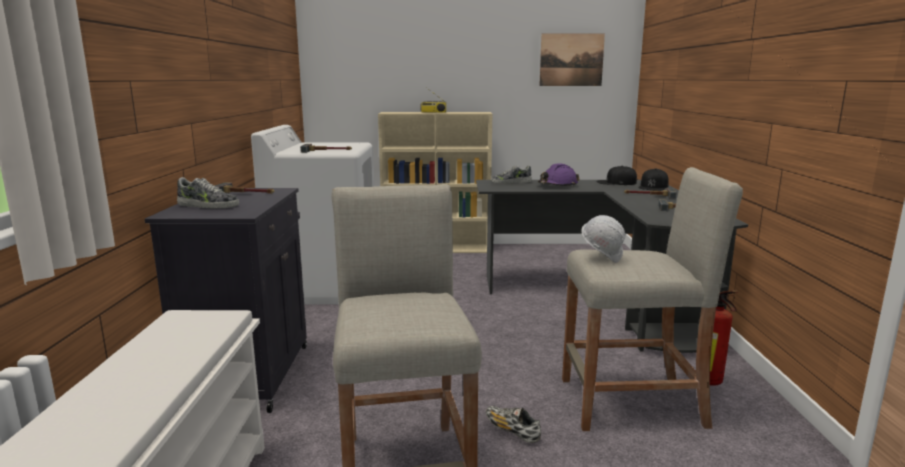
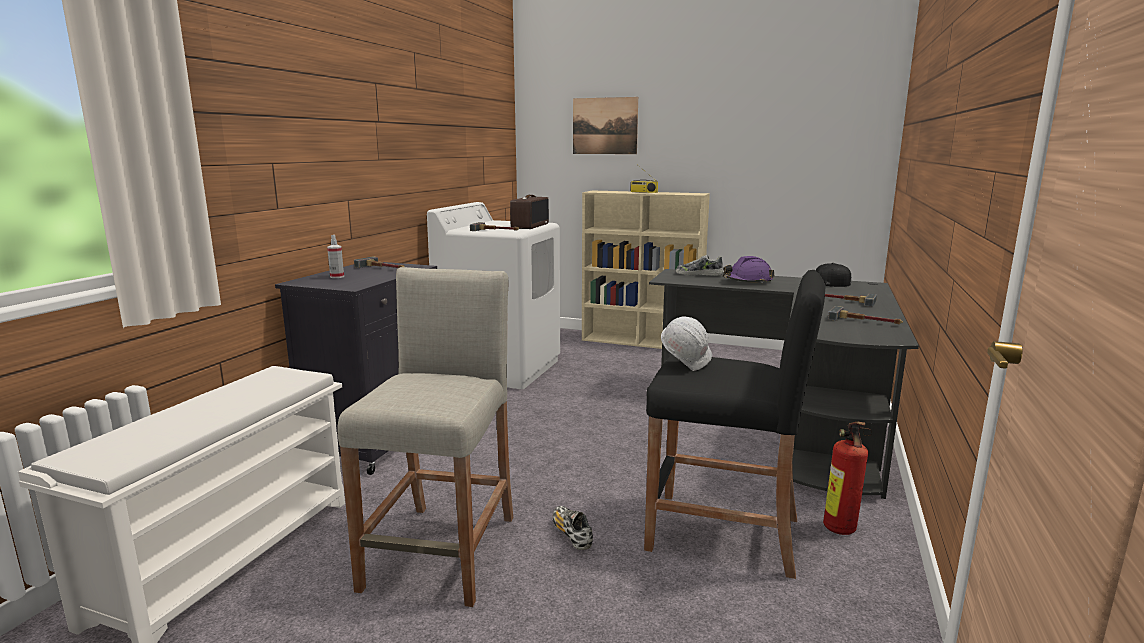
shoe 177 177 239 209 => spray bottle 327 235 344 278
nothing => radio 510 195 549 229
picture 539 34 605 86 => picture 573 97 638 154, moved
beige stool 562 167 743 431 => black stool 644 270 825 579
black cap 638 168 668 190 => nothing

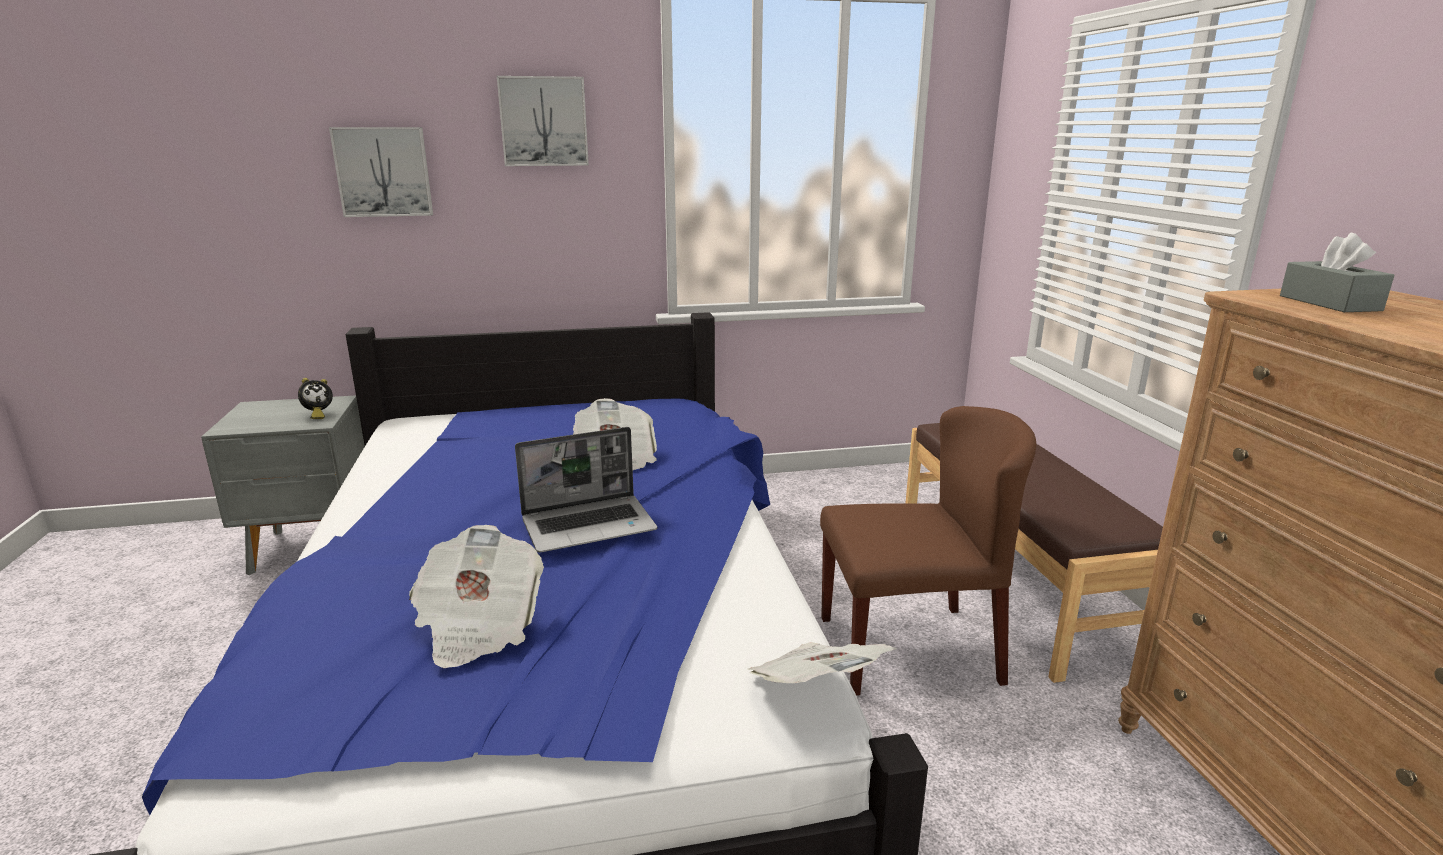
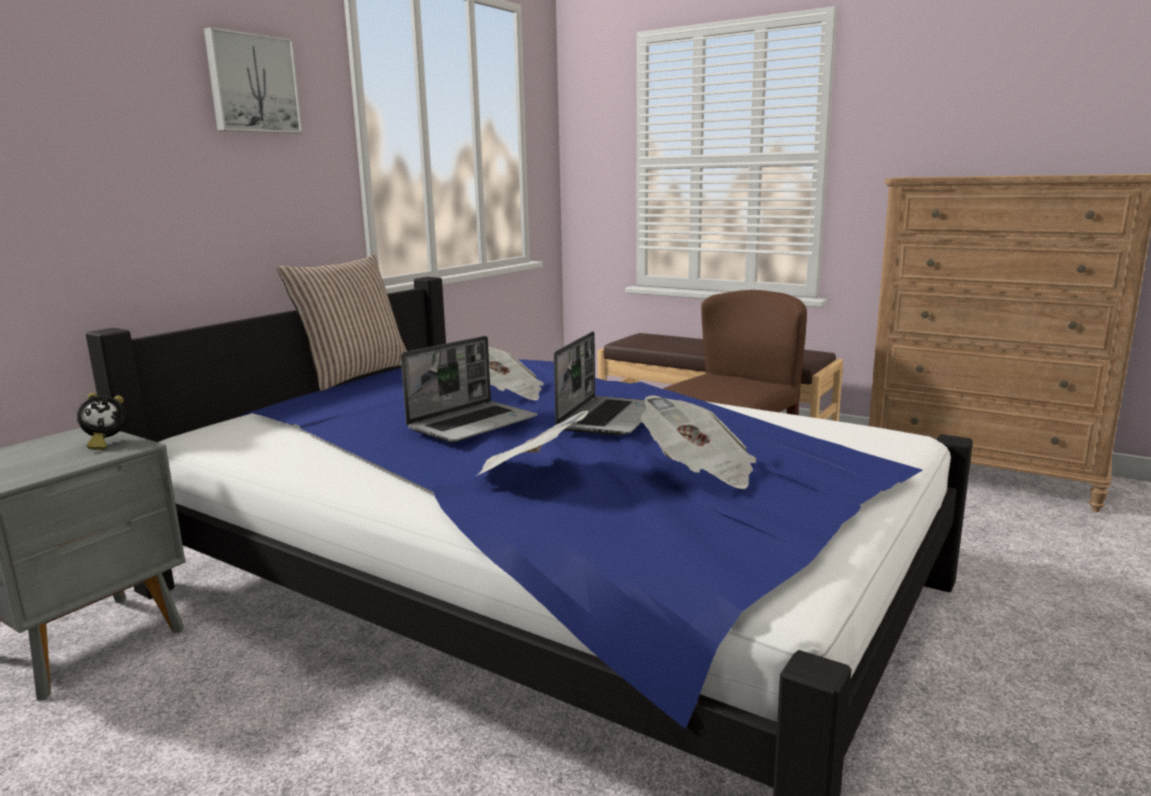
alarm clock 298 378 333 419 => alarm clock 77 392 127 450, 60 degrees clockwise
nothing => pillow 277 254 407 391
nothing => laptop 401 336 537 442
newspaper 748 642 897 683 => newspaper 478 411 588 475, moved
picture 329 127 433 217 => nothing
grey tissue box 1280 233 1394 312 => nothing

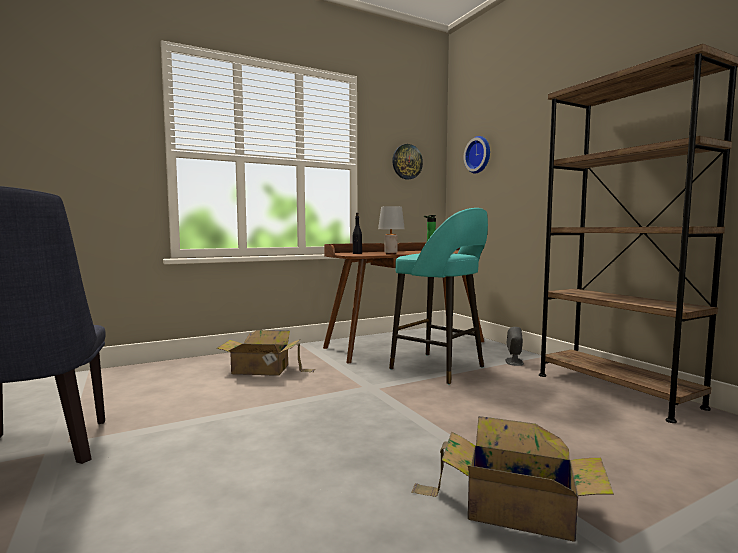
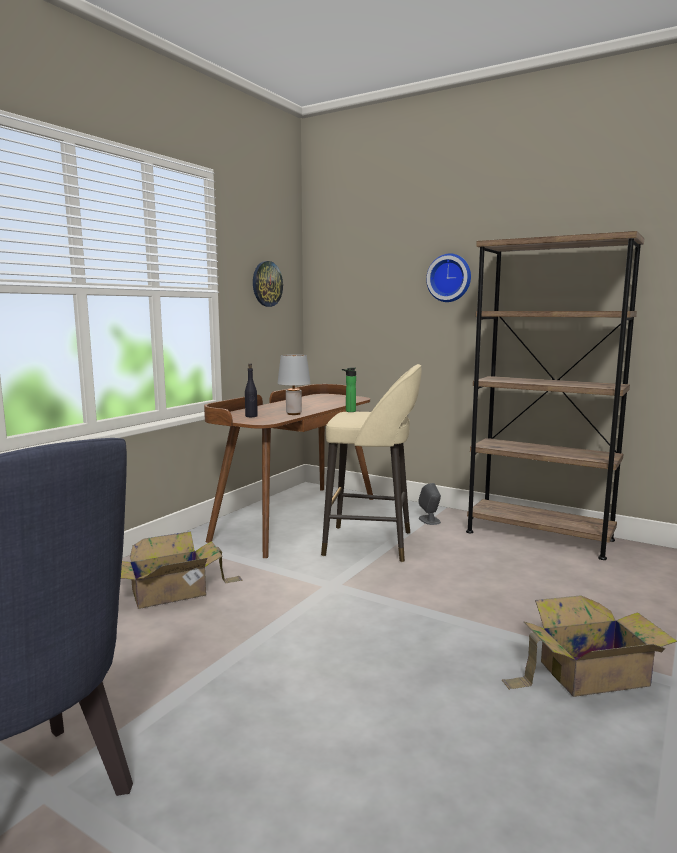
turquoise stool 389 208 488 384 => beige stool 321 364 422 562
wall clock 463 136 490 173 => wall clock 426 253 471 302, moved

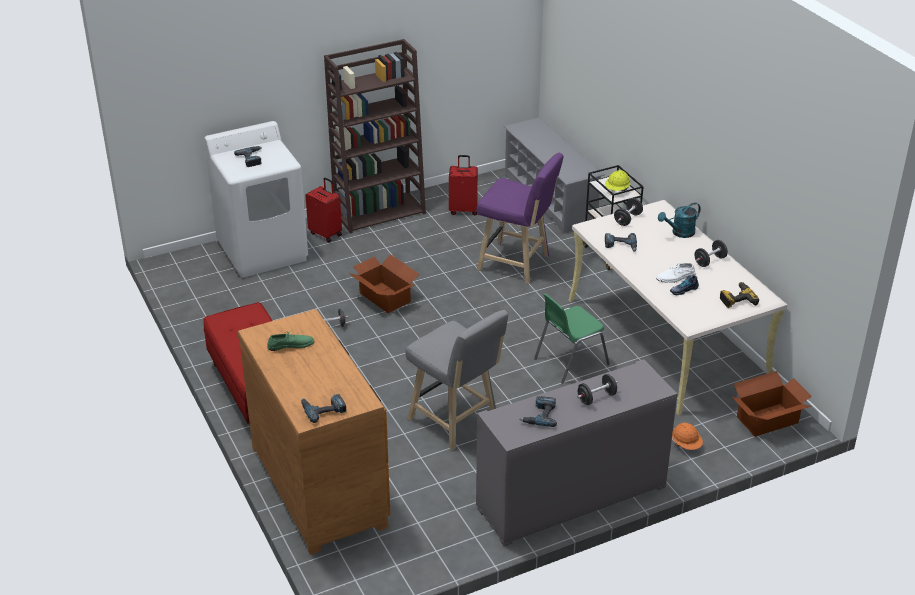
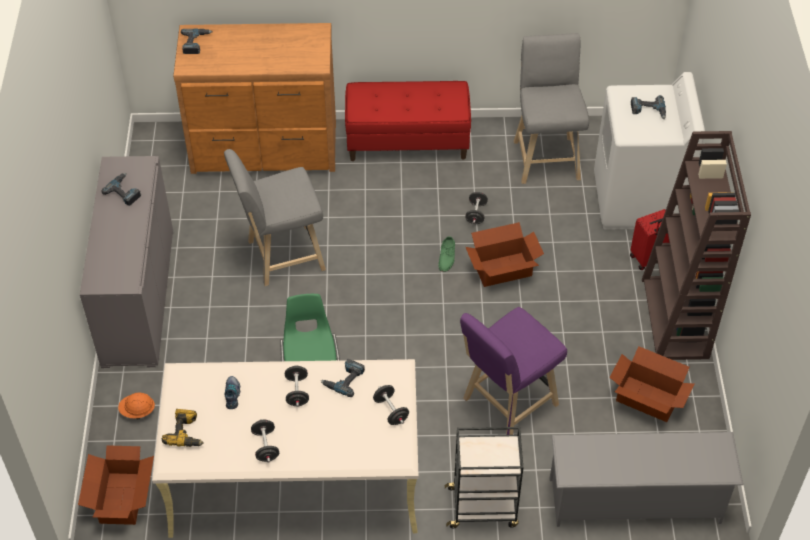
black dumbbell 577 374 617 405 => black dumbbell 285 365 309 407, moved
green shoe 267 330 314 351 => green shoe 438 236 455 272, moved
nothing => grey stool 514 33 589 184
red suitcase 449 155 478 215 => cardboard box 610 346 695 422
yellow hard hat 605 170 631 191 => nothing
white shoe 656 263 695 283 => nothing
turquoise watering can 658 202 701 238 => nothing

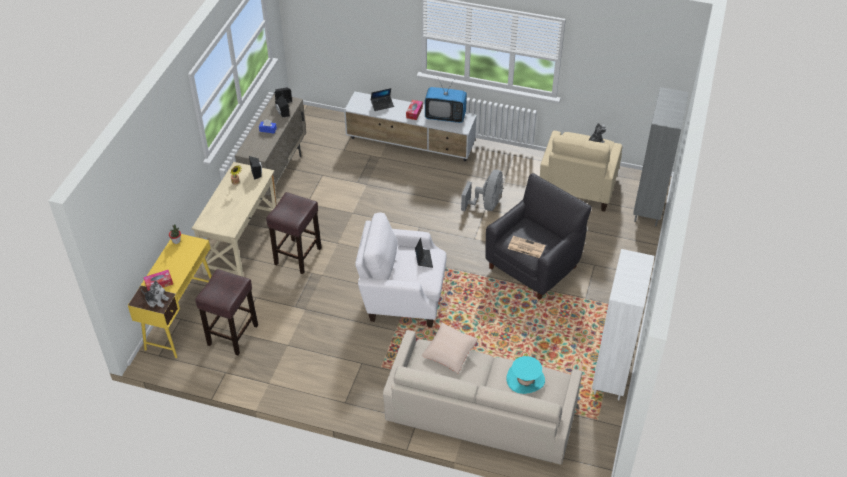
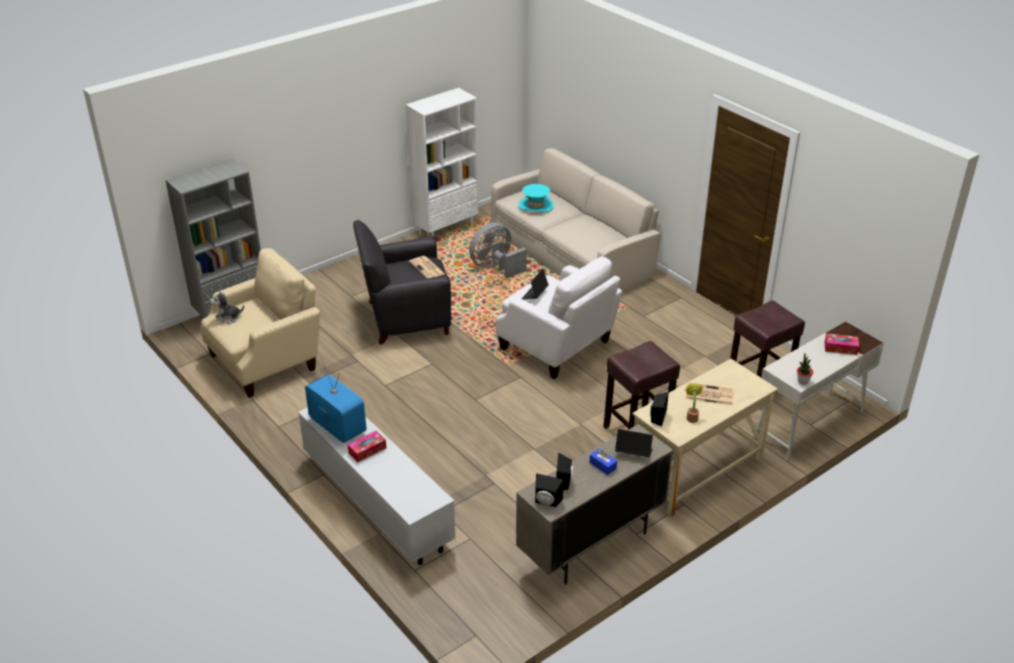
grey fan 461 169 503 211 => grey fan 469 222 527 278, moved
laptop 371 88 394 111 => laptop 615 429 653 457, moved
nothing => newspaper 685 383 734 406
yellow desk 128 234 212 358 => white desk 754 321 884 461
plush toy 141 281 169 308 => nothing
beige pillow 421 322 478 373 => nothing

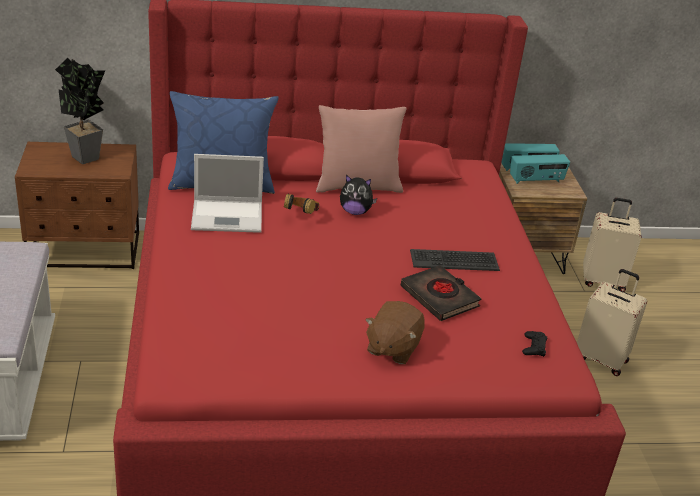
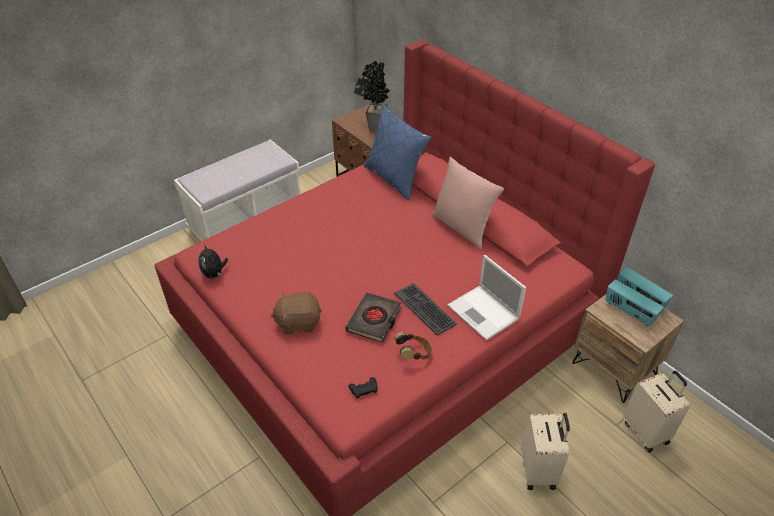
plush toy 340 175 377 215 => plush toy 198 244 228 278, moved
headphones 284 194 320 214 => headphones 395 332 432 360, moved
laptop 191 154 264 233 => laptop 448 255 526 341, moved

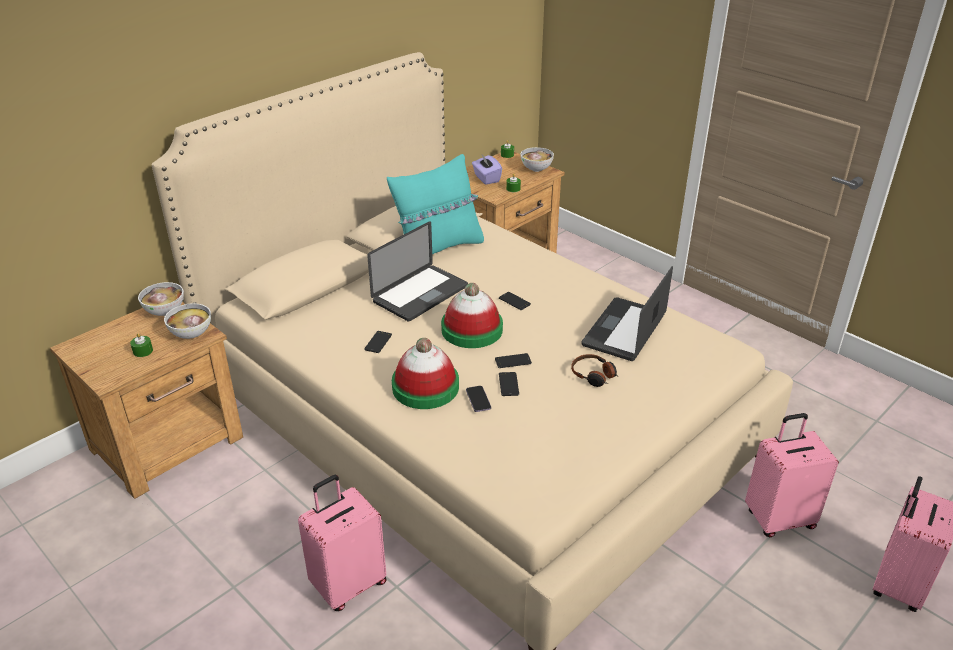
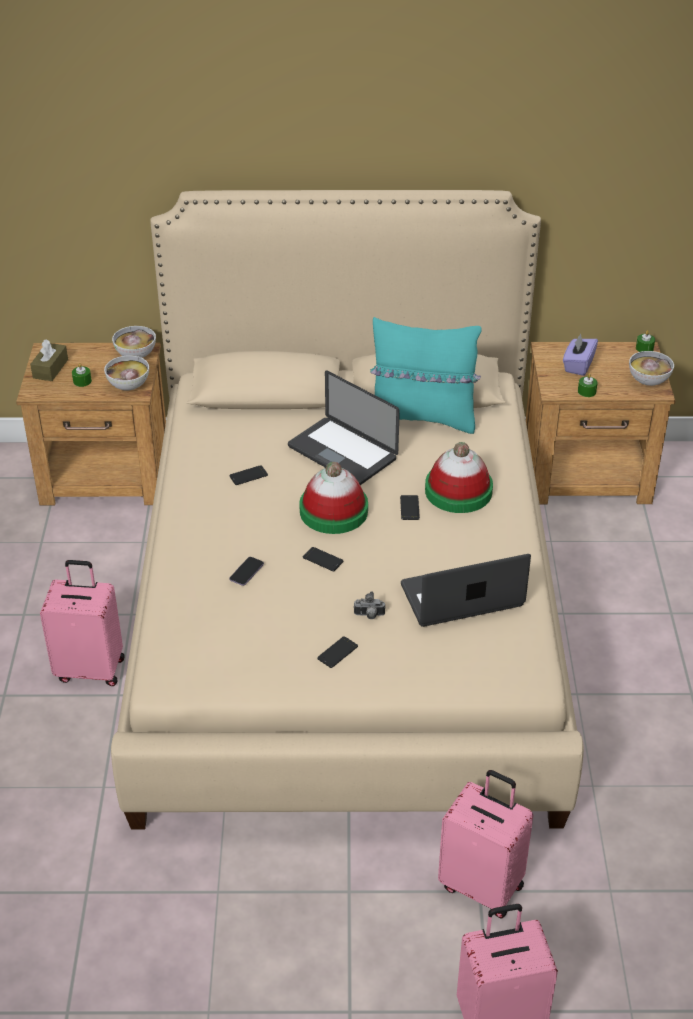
nothing => brown tissue box 30 339 68 381
laptop 367 221 468 321 => laptop 288 371 400 485, 45 degrees clockwise
phone 499 372 519 396 => phone 317 636 358 668, moved
headphones 571 354 618 387 => photo camera 354 591 385 619
hat 392 338 459 409 => hat 425 442 493 513, moved

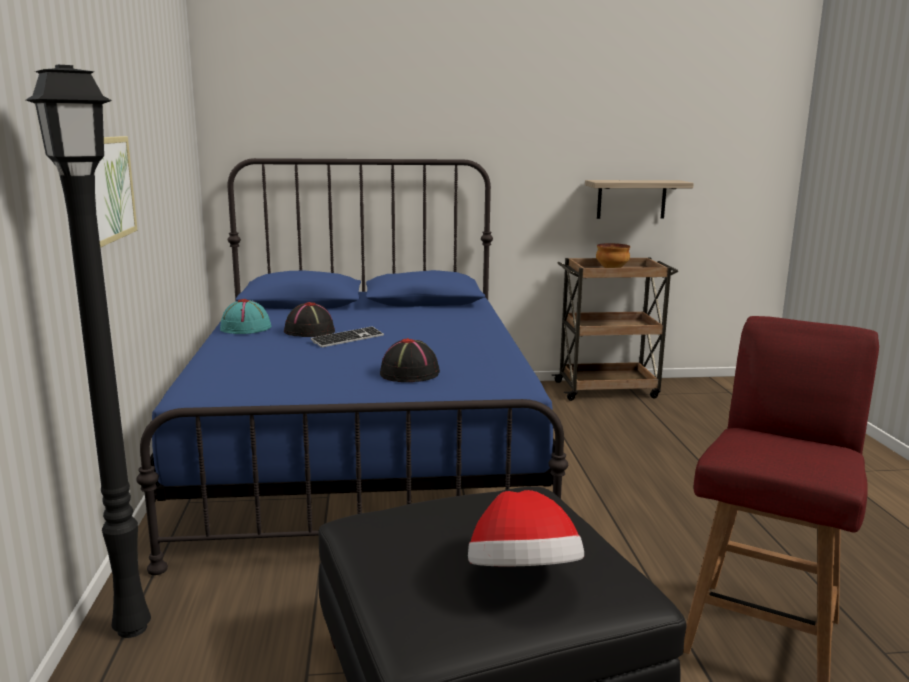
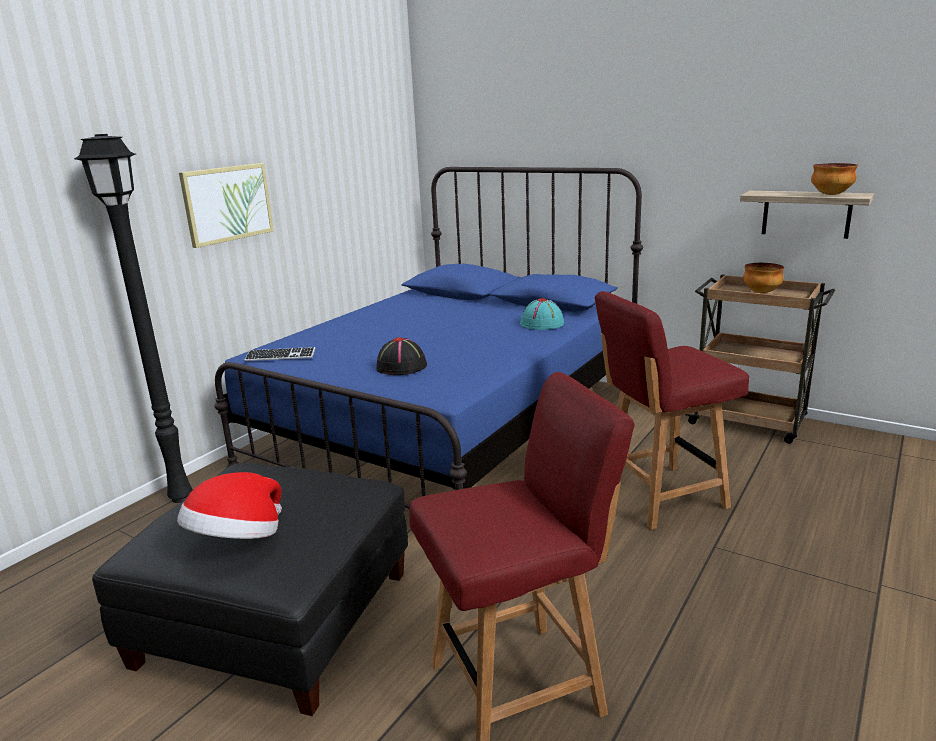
keyboard 310 326 384 348 => keyboard 245 347 315 361, moved
turquoise hat 220 299 271 334 => turquoise hat 520 298 564 330, moved
nothing => red chair 595 291 749 530
nothing => bowl 811 163 858 195
black hat 284 302 335 337 => nothing

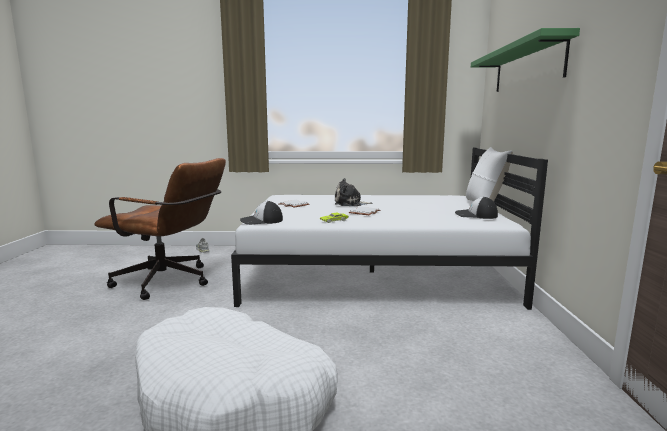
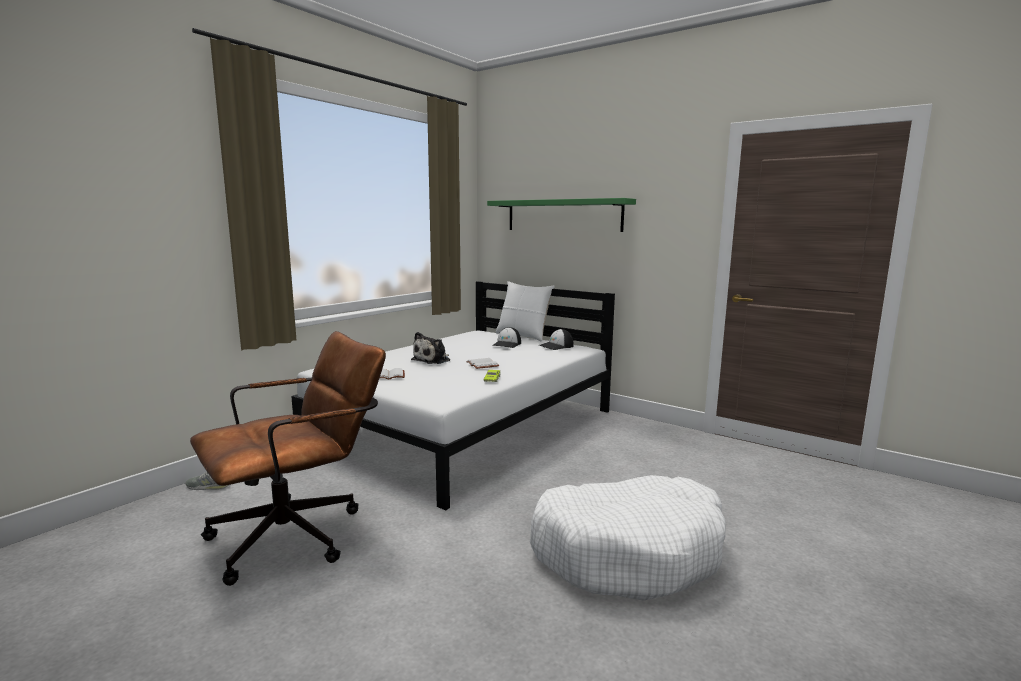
cap 240 201 283 225 => cap 492 327 521 348, moved

